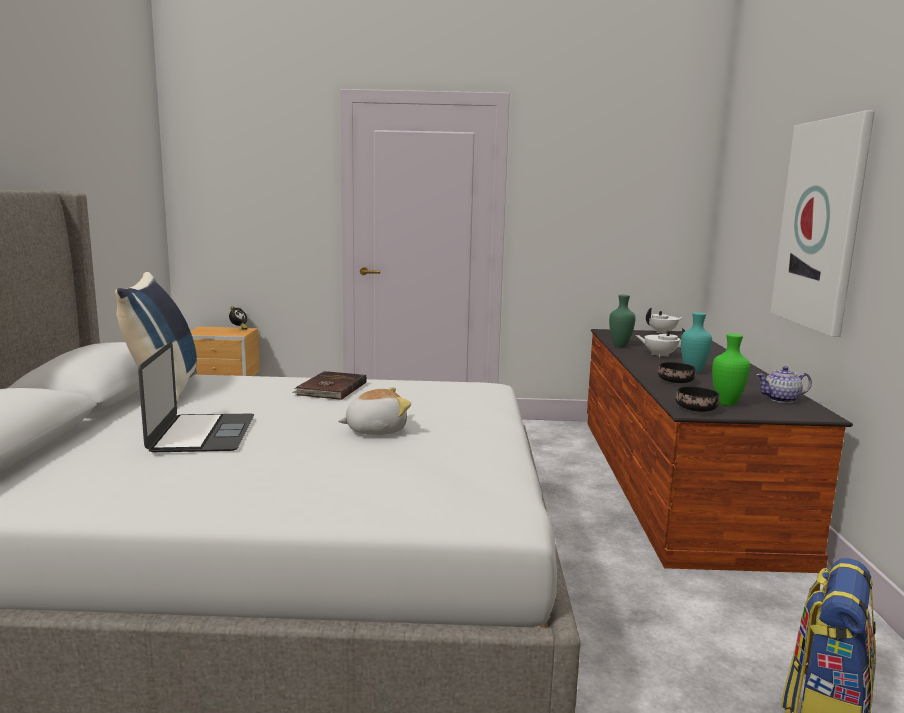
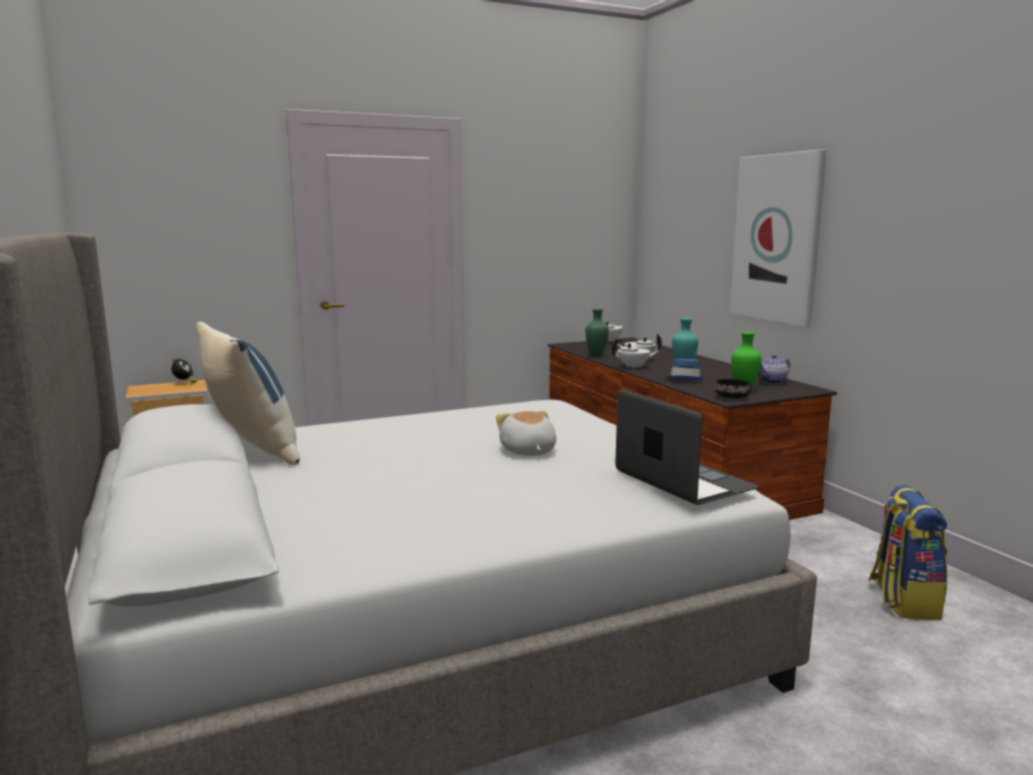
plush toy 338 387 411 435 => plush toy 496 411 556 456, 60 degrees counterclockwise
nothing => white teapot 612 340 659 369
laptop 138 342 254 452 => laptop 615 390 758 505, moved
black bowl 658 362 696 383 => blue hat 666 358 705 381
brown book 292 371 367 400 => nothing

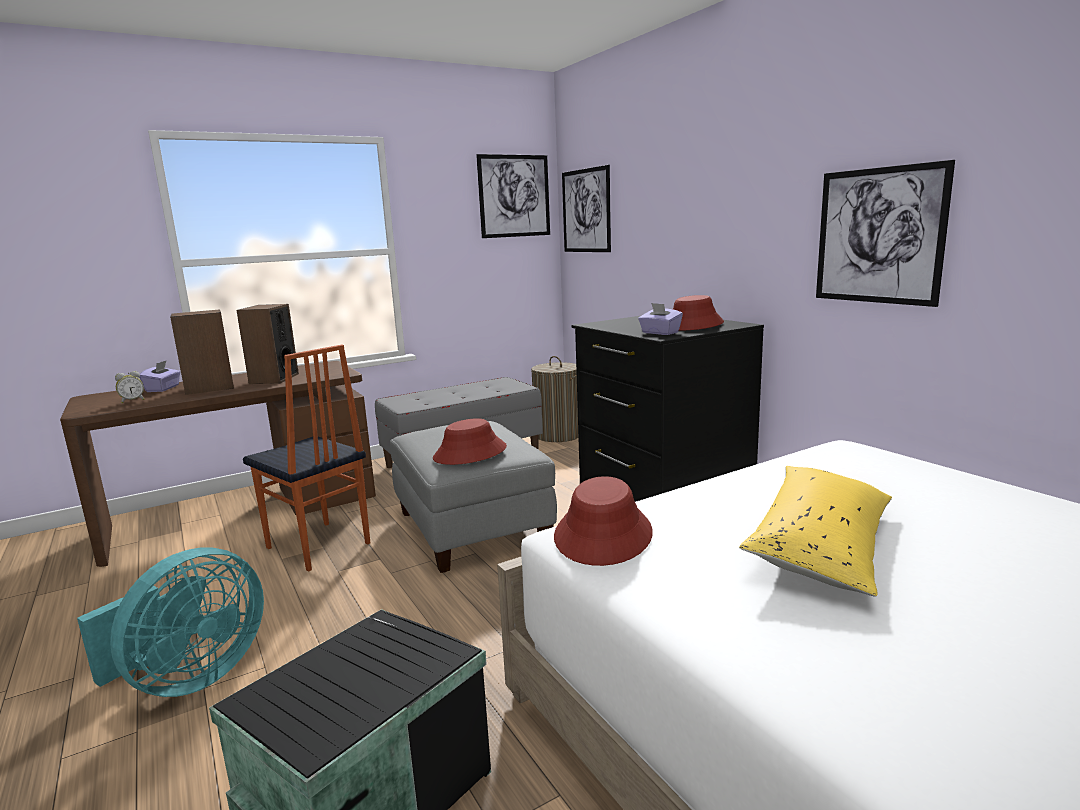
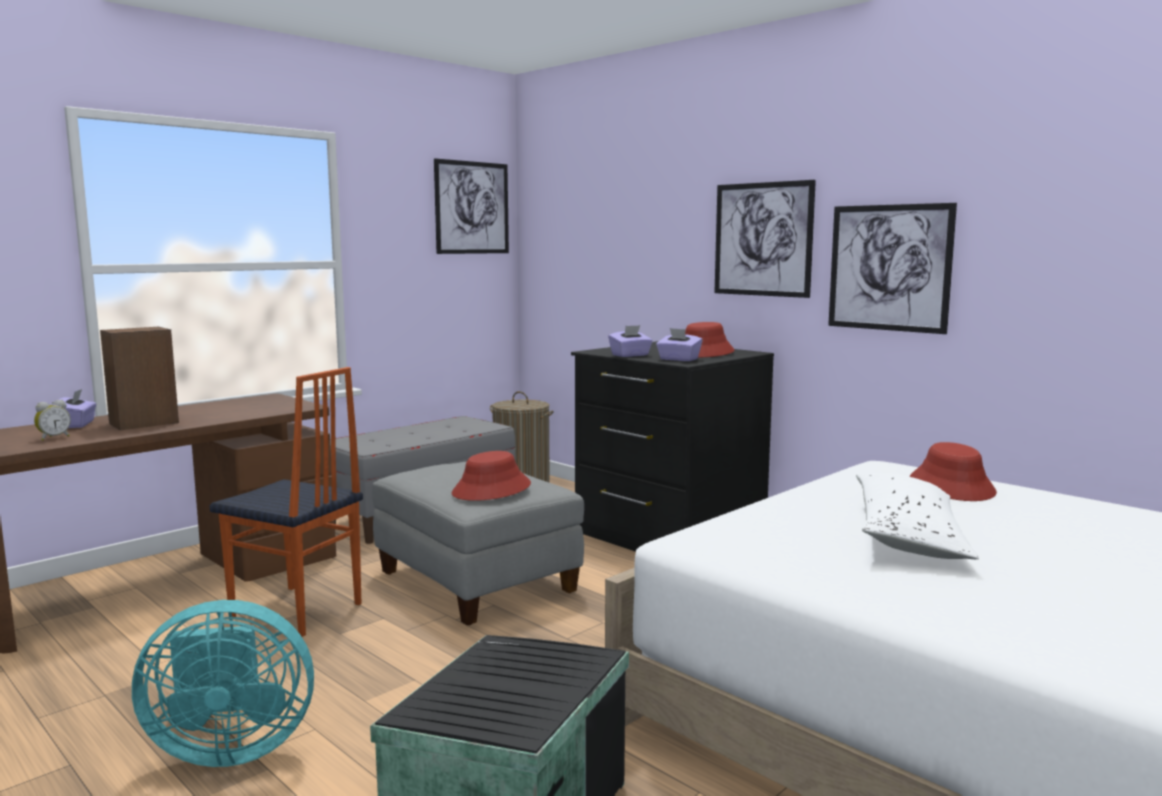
turquoise fan 77 547 264 697 => turquoise fan 132 600 314 767, 60 degrees clockwise
nothing => purple tissue box 608 325 653 357
picture 562 165 611 252 => picture 714 180 816 298, moved
yellow pillow 739 466 892 597 => white pillow 856 473 979 559
red hat 554 476 653 566 => red hat 910 442 997 501, moved
speaker 236 304 299 384 => nothing

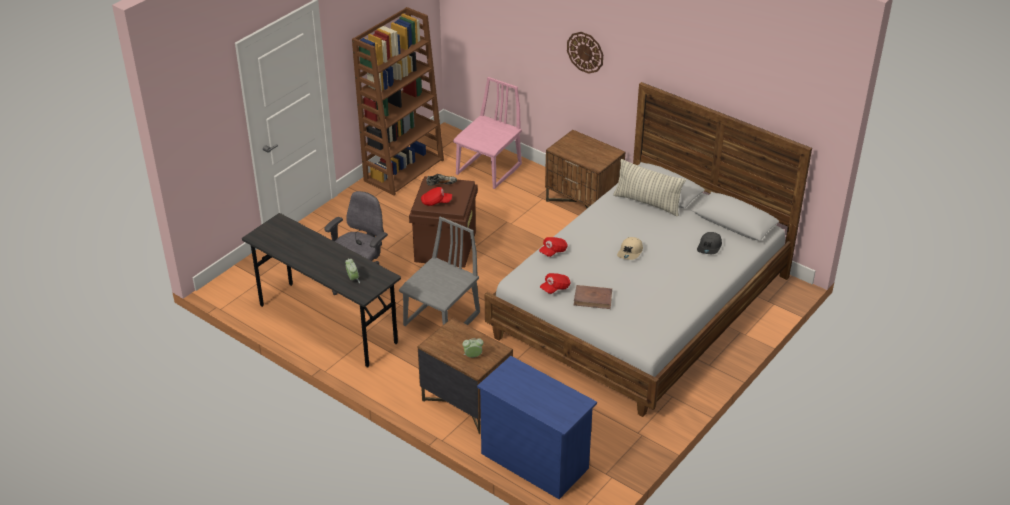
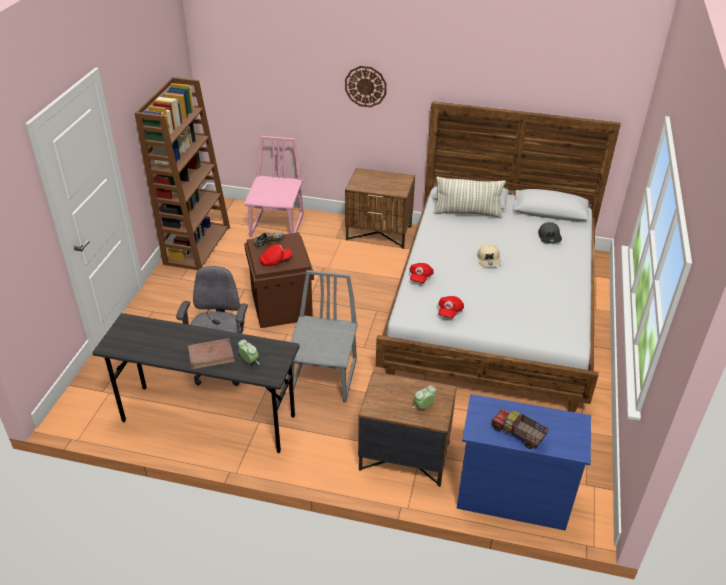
brown book 574 285 612 309 => brown book 188 338 235 370, moved
nothing => toy truck 491 409 549 449

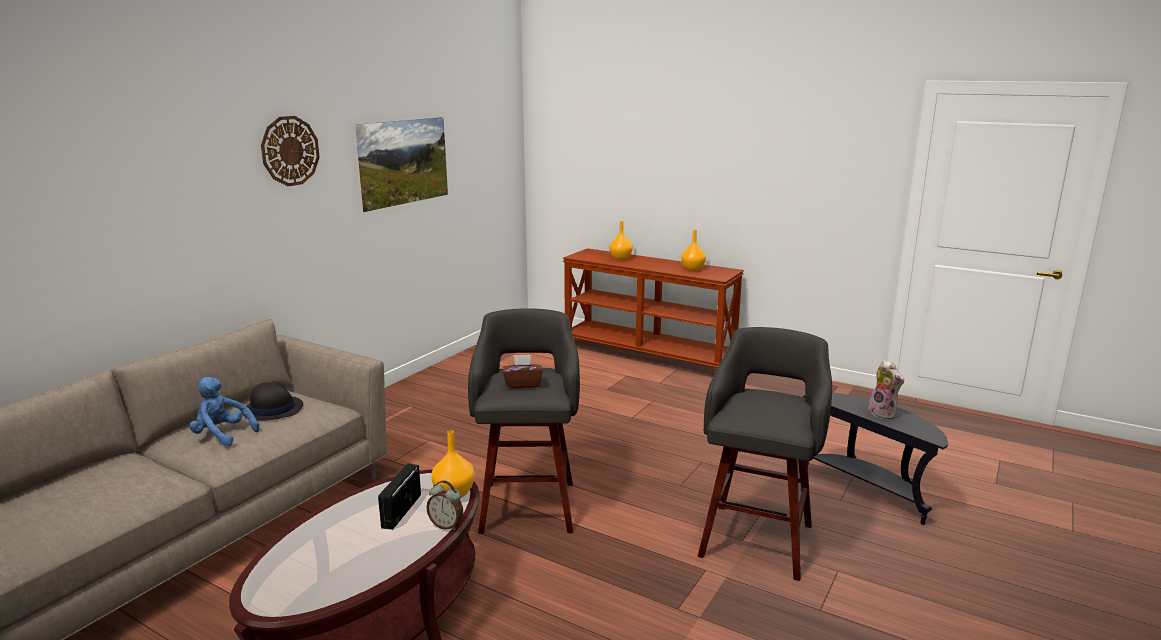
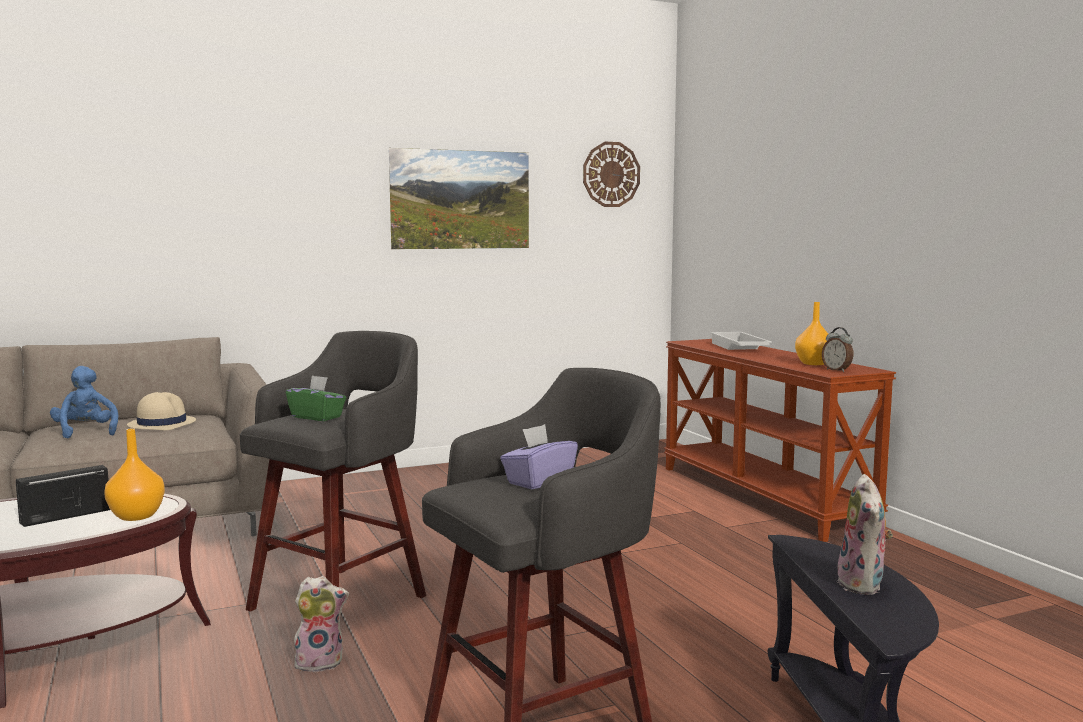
black hat 242 381 303 421 => beige hat 127 392 196 430
brown tissue box 503 355 543 388 => green tissue box 286 375 346 421
nothing => plush toy 294 576 349 672
nothing => purple tissue box 500 424 578 489
wall clock 261 116 320 186 => wall clock 583 142 640 207, moved
orange vase 610 221 633 260 => white tray 710 332 772 350
alarm clock 426 480 463 530 => alarm clock 822 327 853 372, moved

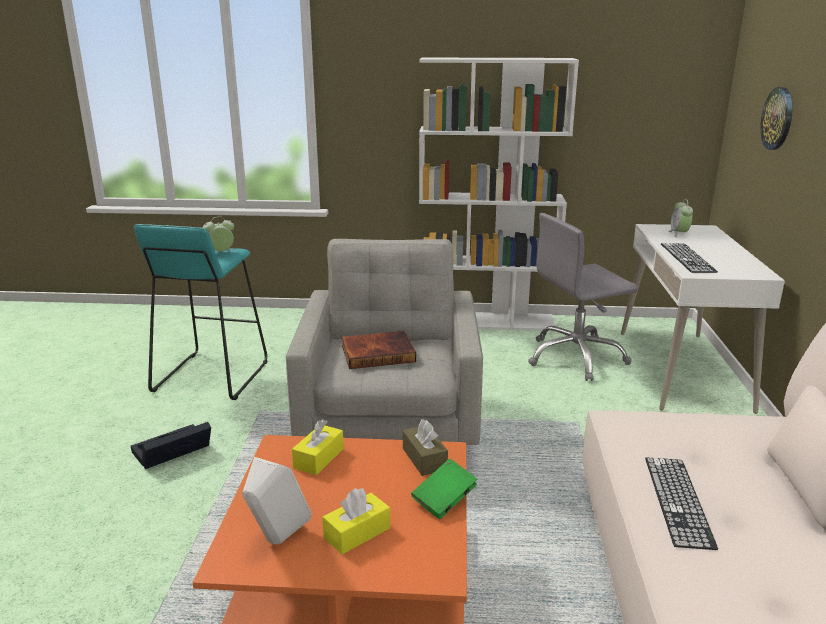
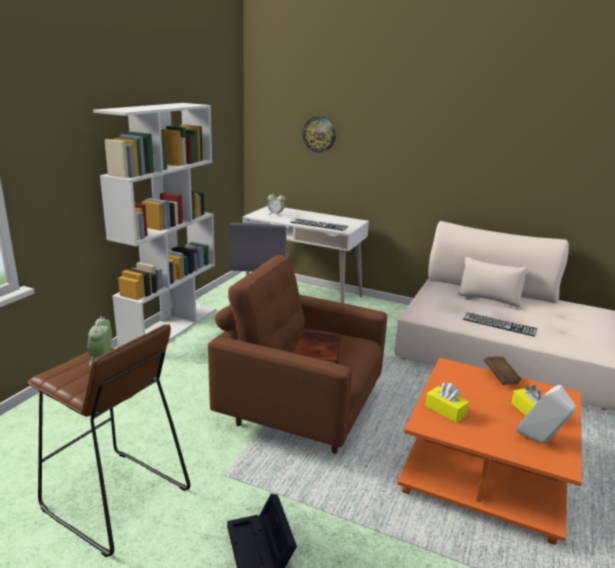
turquoise stool 134 224 267 400 => brown stool 28 324 191 557
grey armchair 286 239 483 445 => brown armchair 208 255 387 454
green book 411 459 477 519 => brown book 484 357 522 385
brown tissue box 403 419 448 476 => nothing

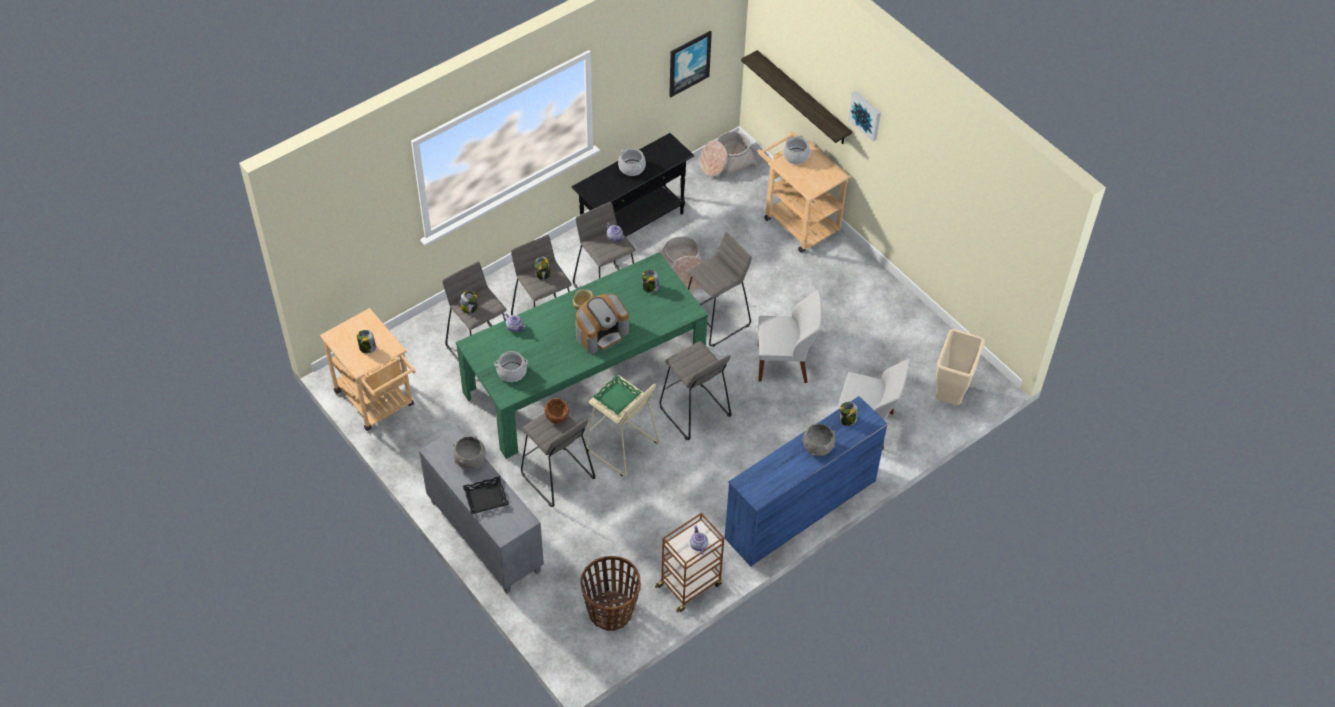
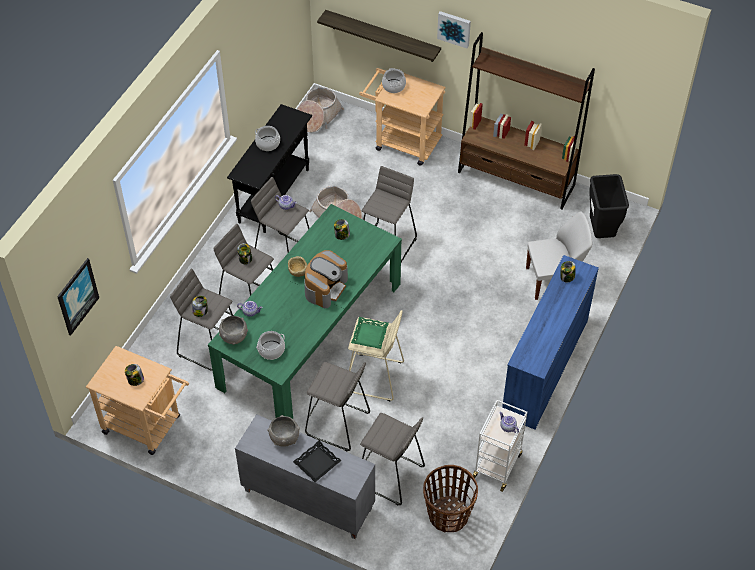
picture 669 31 712 98 => picture 57 258 99 336, moved
grey bowl 802 424 835 456 => grey bowl 219 316 248 345, moved
grey stool 659 341 731 440 => grey stool 360 413 425 506, moved
nothing => brown bookcase 458 32 595 209
brown cart 655 513 724 612 => white cart 473 400 527 492
beige trash can 936 329 985 405 => black trash can 589 174 629 238
brown bowl 544 398 569 424 => nothing
white chair 758 290 822 383 => nothing

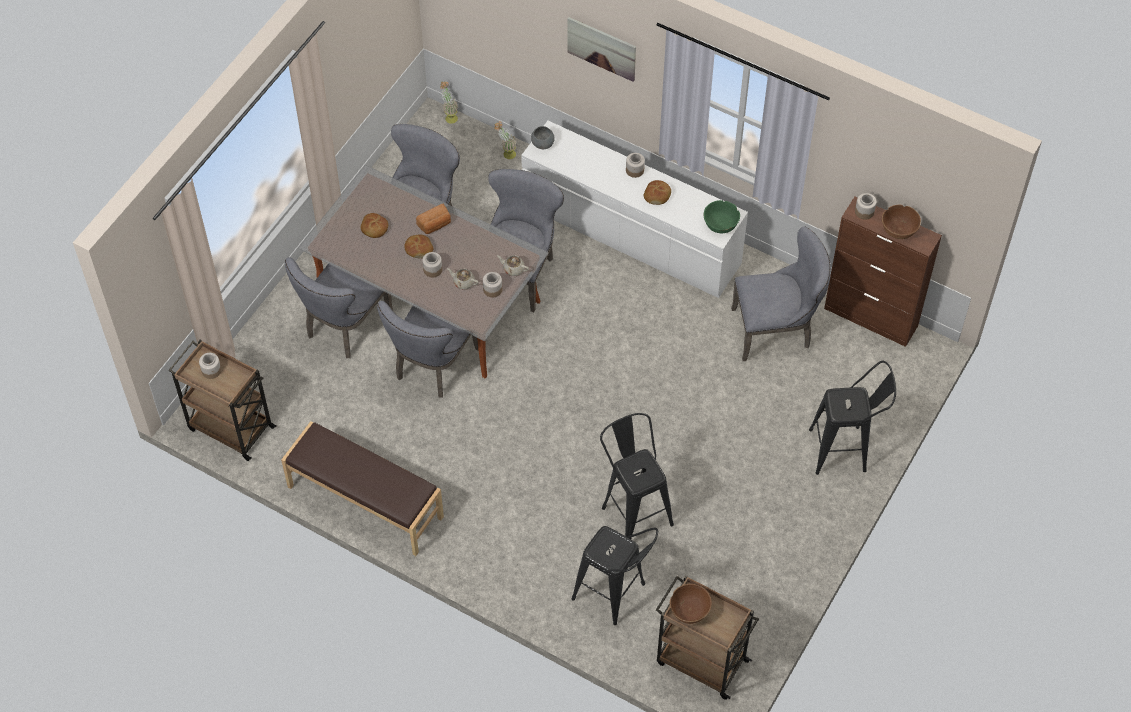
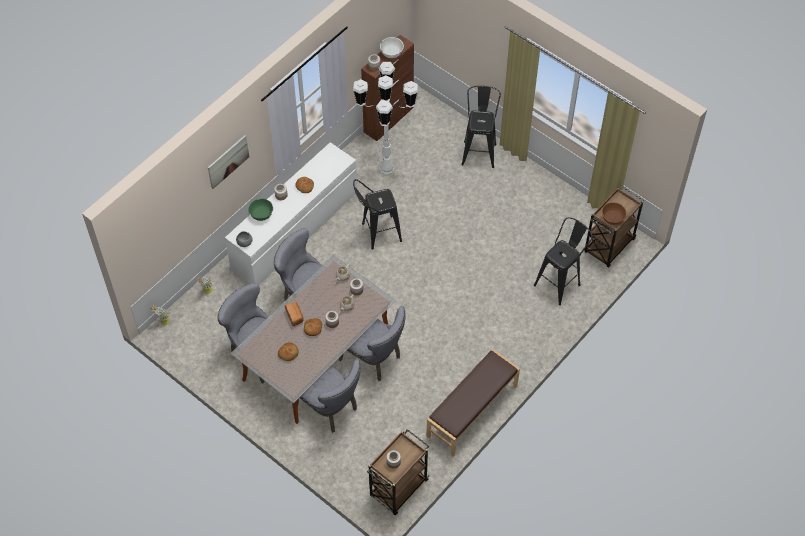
green bowl 704 200 740 233 => green bowl 248 198 273 221, moved
grey chair 731 226 831 361 => white floor lamp 353 62 418 175
black stool 600 413 674 539 => black stool 353 179 402 250, moved
brown bowl 882 205 921 239 => white bowl 380 37 404 58

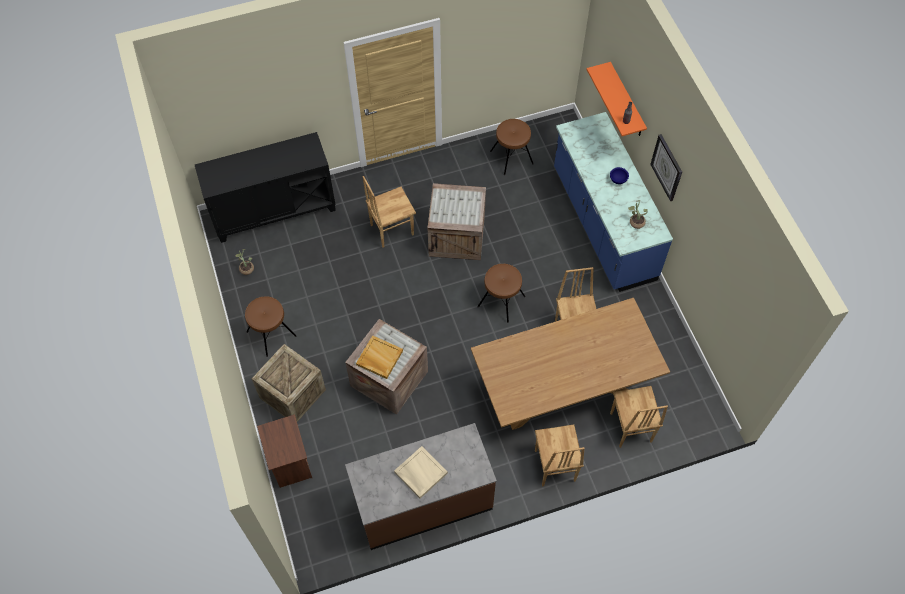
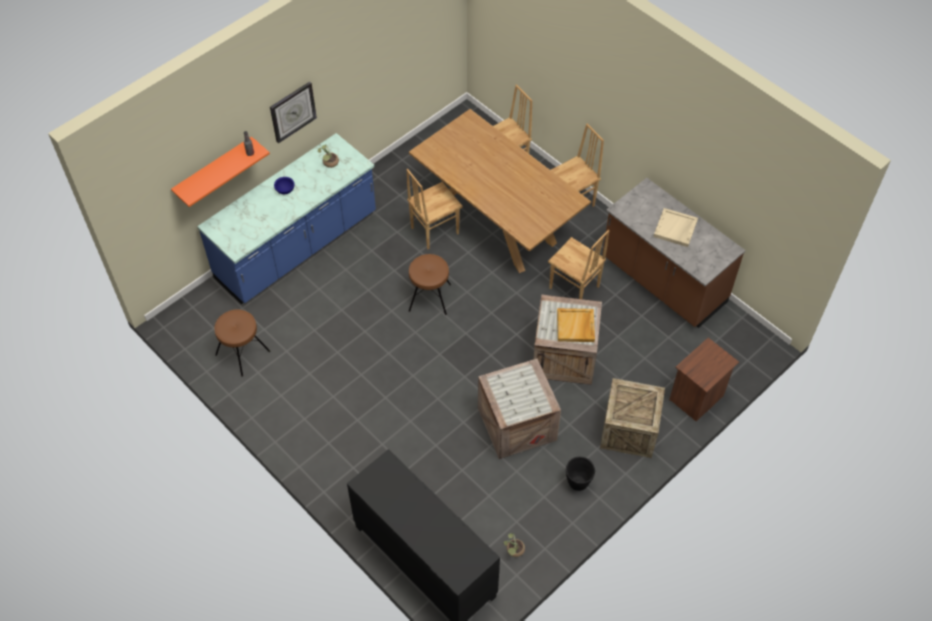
crate 428 183 486 260 => crate 478 359 561 459, moved
brown chair 363 176 416 247 => brown chair 548 230 610 299, moved
brown stool 245 296 296 357 => black planter 566 457 595 491

